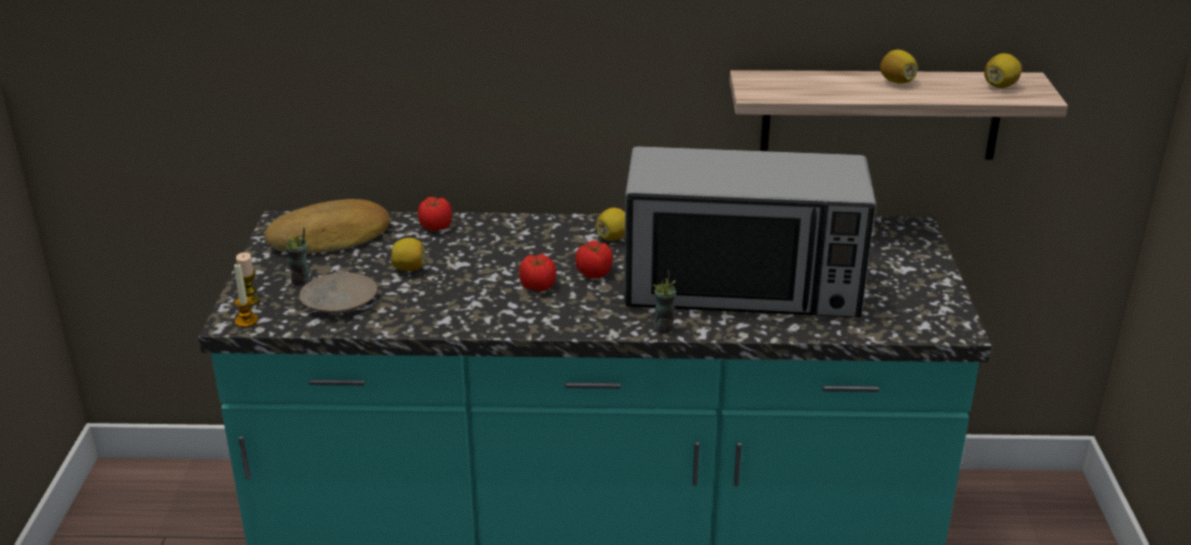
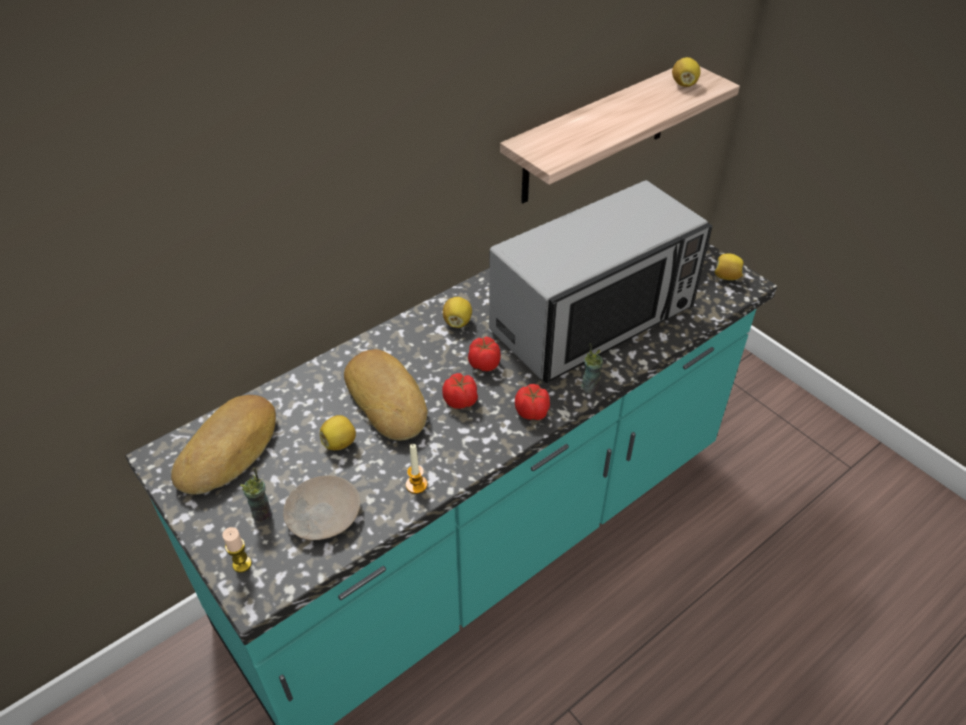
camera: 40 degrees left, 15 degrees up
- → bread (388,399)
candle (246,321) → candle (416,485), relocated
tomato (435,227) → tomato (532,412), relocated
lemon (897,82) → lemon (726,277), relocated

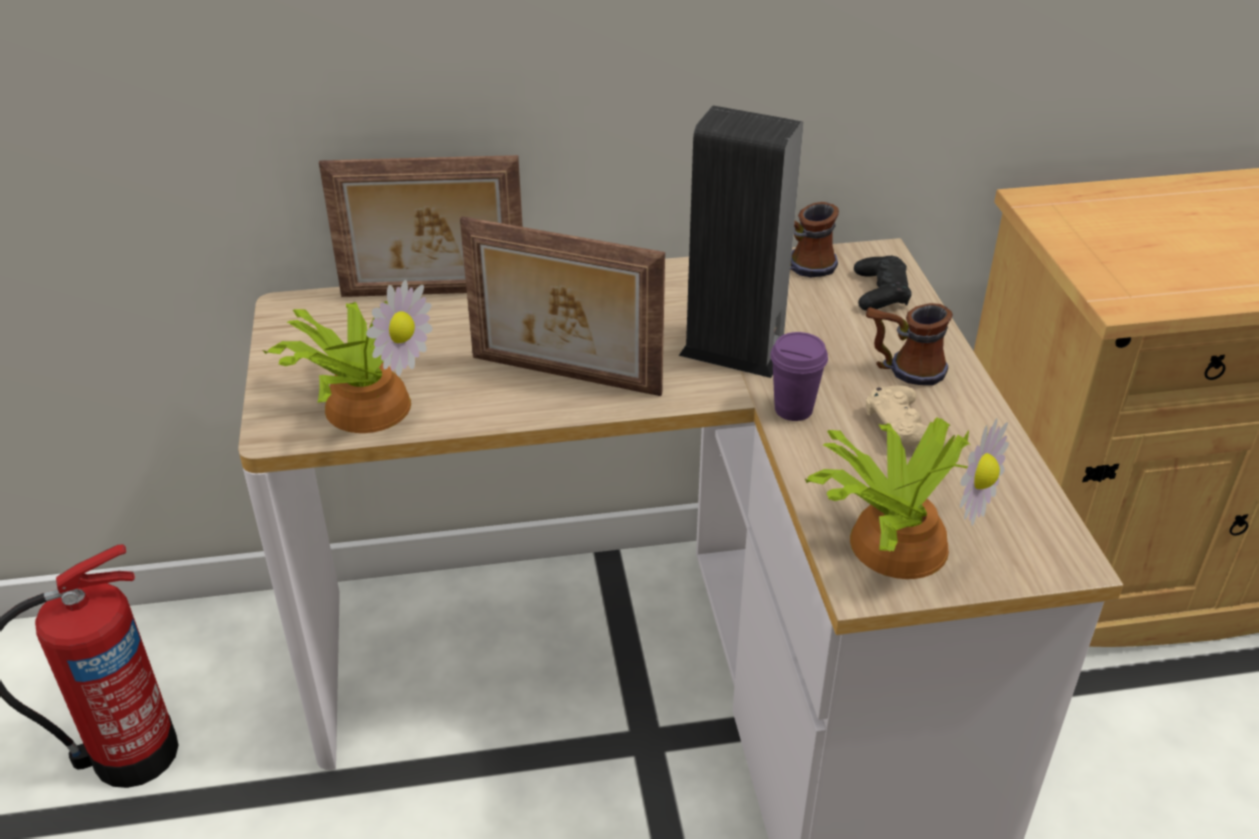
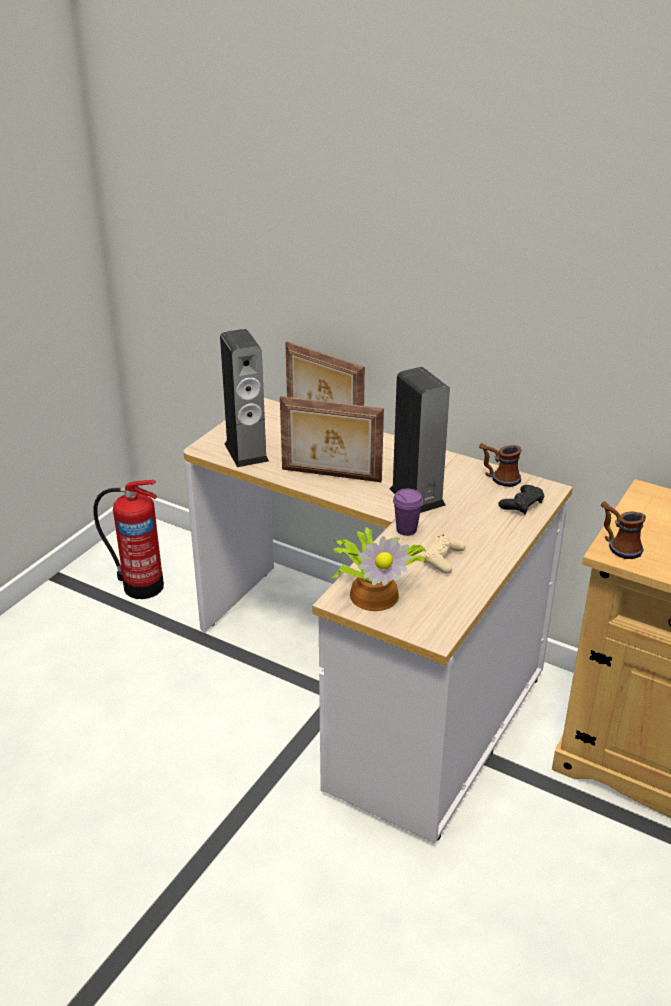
camera: 40 degrees right, 5 degrees down
potted plant (366,402) → speaker (246,452)
picture frame (564,377) → picture frame (331,476), 45 degrees counterclockwise
mug (902,369) → mug (618,546), relocated

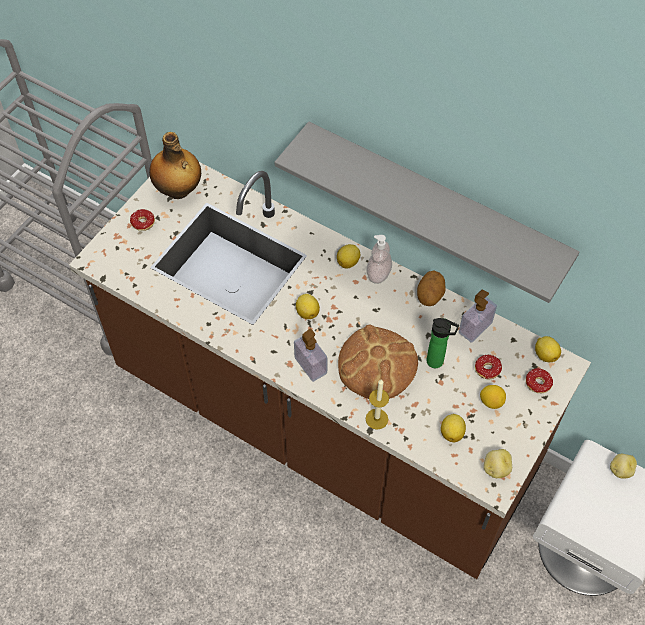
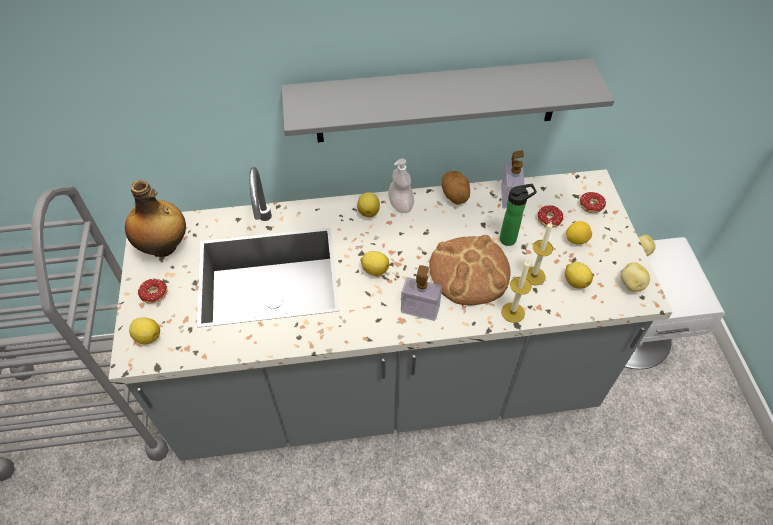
camera: 40 degrees left, 5 degrees down
brown counter (322,425) → grey counter (386,384)
lemon (545,354) → lemon (147,336), relocated
- → candle (534,276)

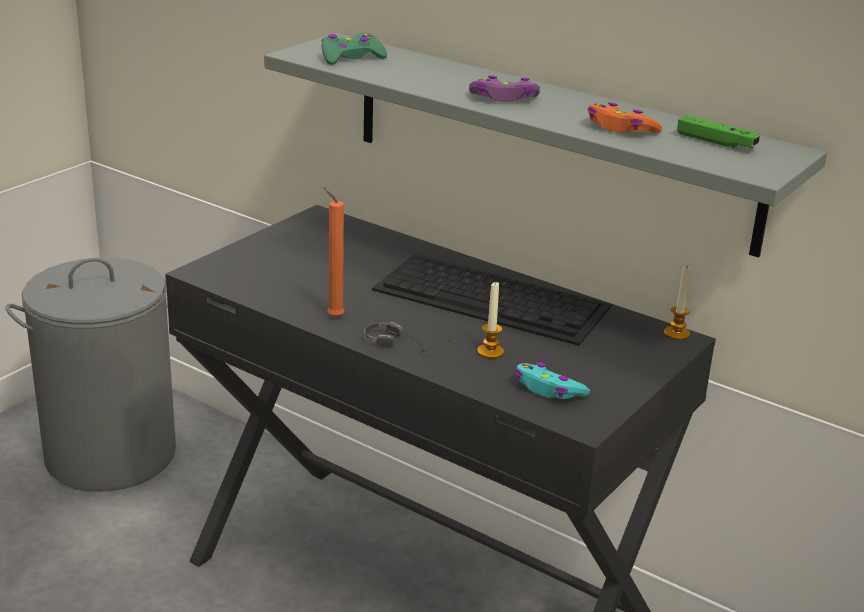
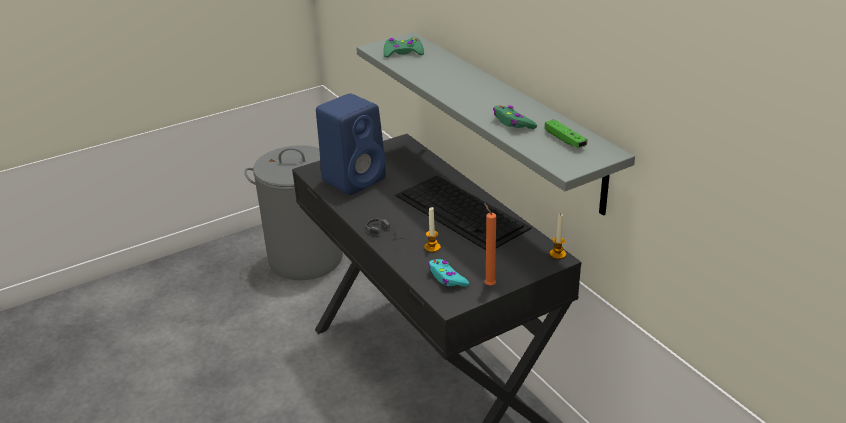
camera: 25 degrees right, 5 degrees up
- → blue speaker (355,179)
orange candle (333,316) → orange candle (488,284), relocated
orange game controller (620,129) → green game controller (513,123)
purple game controller (504,98) → -

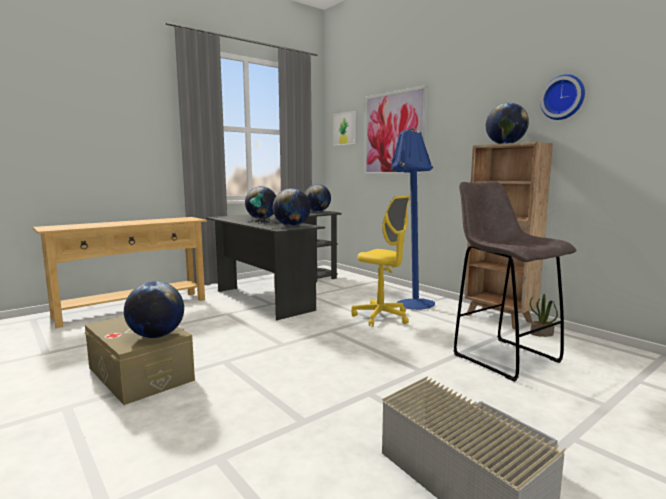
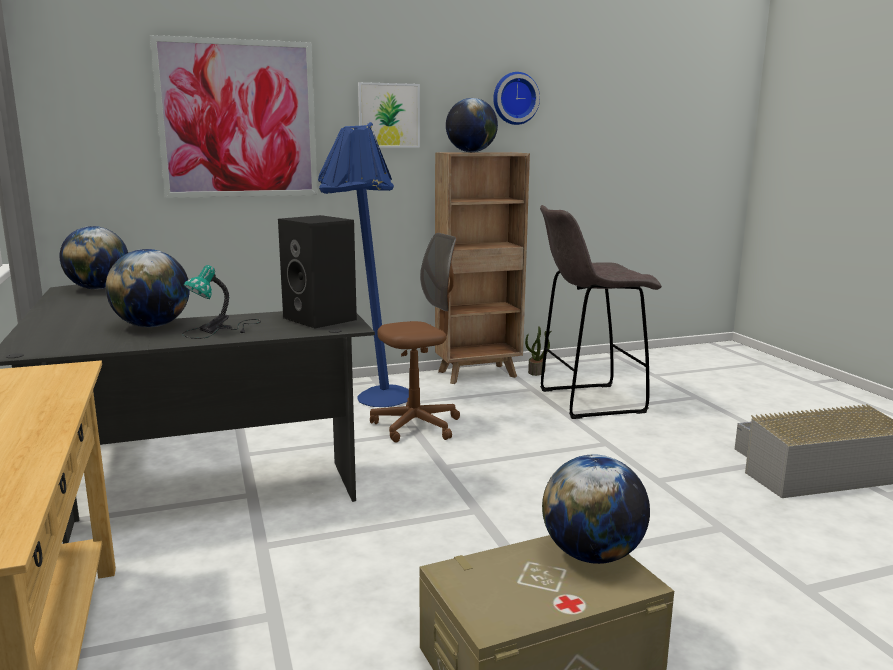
camera: 70 degrees left, 5 degrees up
globe (292,226) → black speaker (322,319)
picture (345,129) → picture (389,115), relocated
yellow office chair (381,317) → brown office chair (416,426)

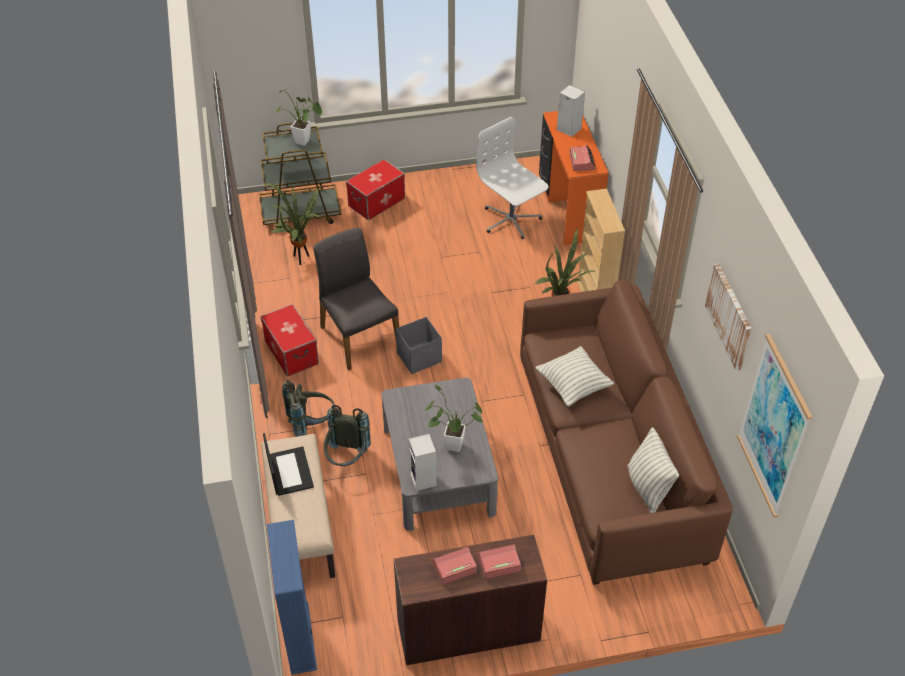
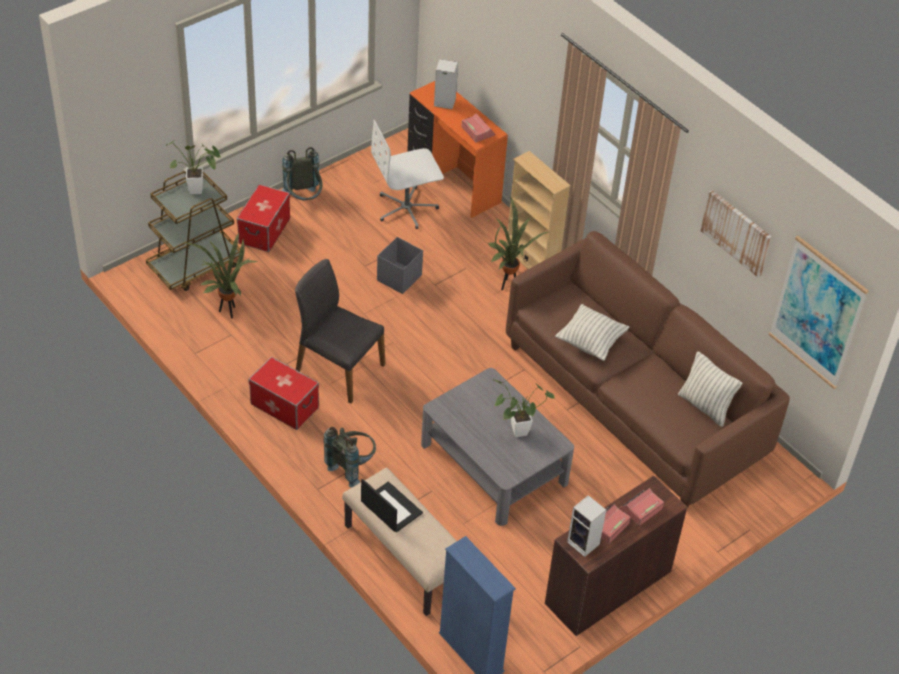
camera: 30 degrees left, 0 degrees up
grey backpack (347,459) → grey backpack (304,200), relocated
white office chair (511,220) → white office chair (407,208), 45 degrees counterclockwise
grey storage box (420,357) → grey storage box (400,277), relocated
speaker (424,480) → speaker (584,544), relocated

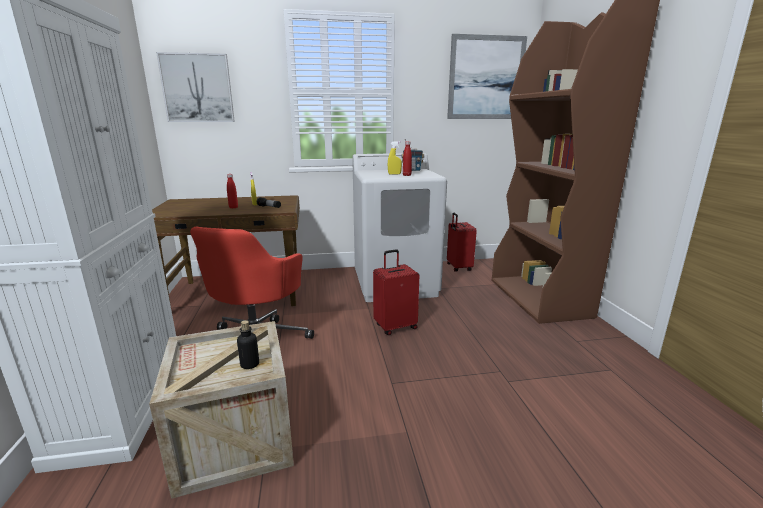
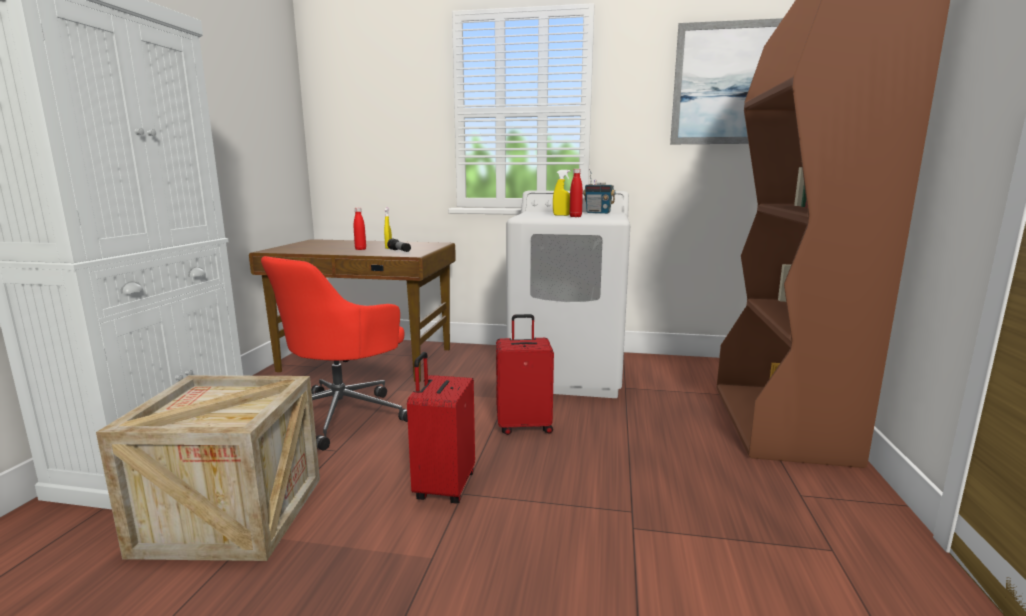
camera: 20 degrees right, 5 degrees down
red suitcase (458,267) → red suitcase (443,487), relocated
picture (197,88) → -
bottle (250,364) → -

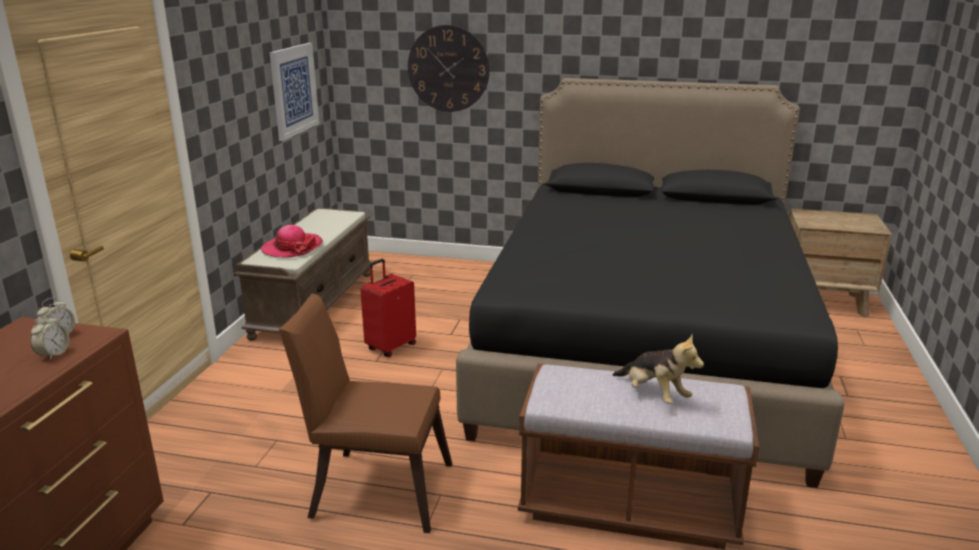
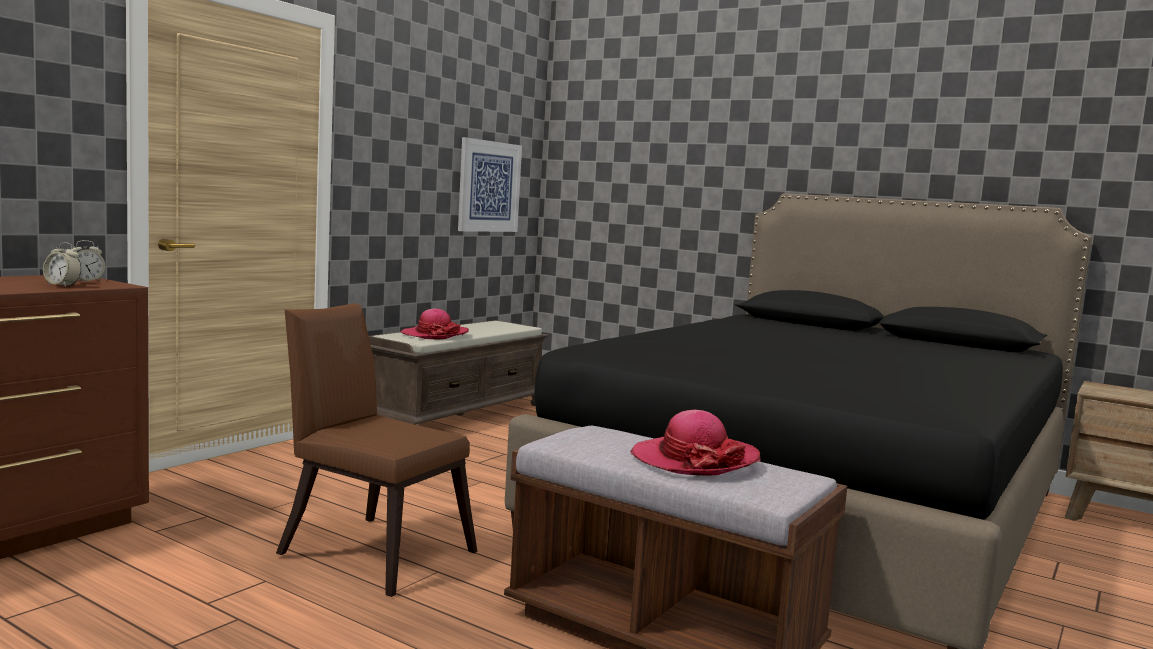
camera: 20 degrees right, 15 degrees down
alarm clock (53,354) → alarm clock (62,285), 75 degrees clockwise
plush toy (653,394) → hat (694,460)
red suitcase (390,347) → -
wall clock (448,68) → -

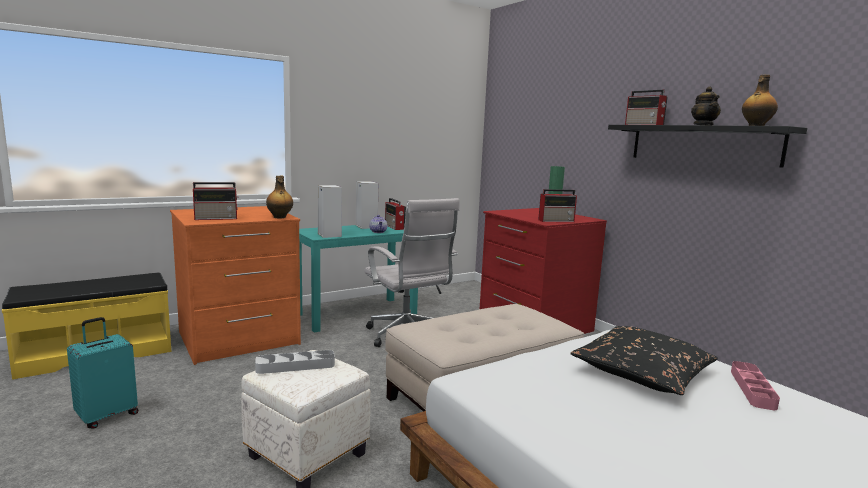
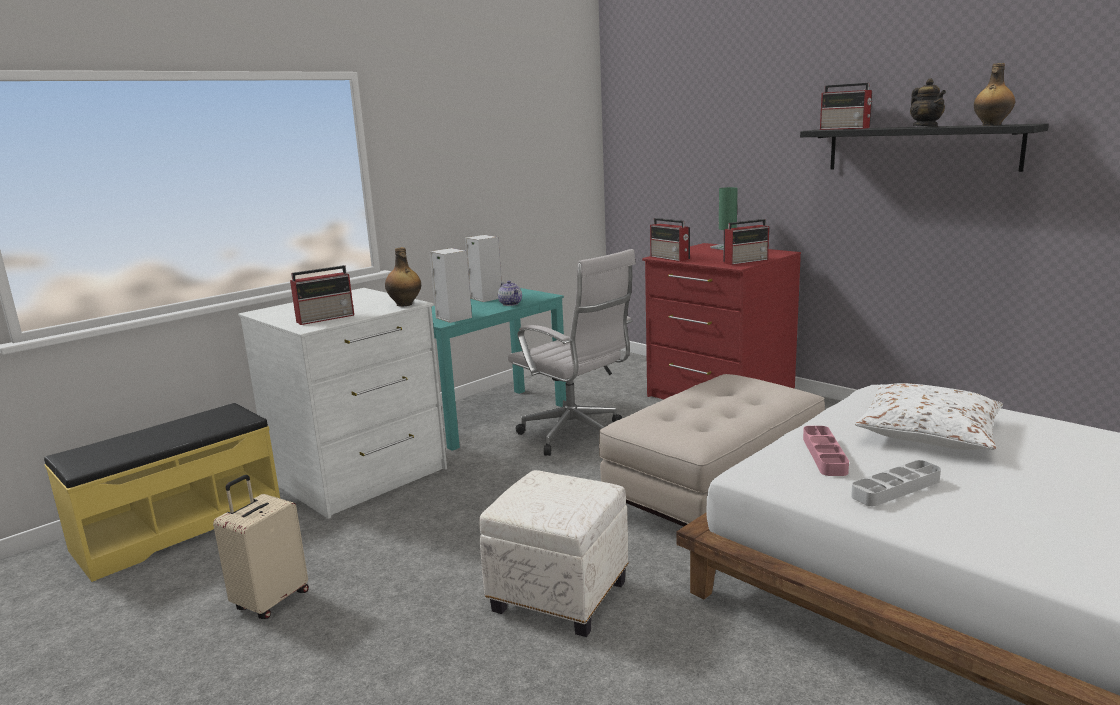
camera: 10 degrees left, 5 degrees up
turquoise suitcase (107,416) → beige suitcase (270,601)
orange dresser (239,339) → white dresser (359,475)
radio (394,227) → radio (670,258), relocated
pink tray (752,389) → pink tray (824,455), relocated
grey tray (295,366) → grey tray (896,488), relocated
black pillow (642,372) → white pillow (929,432)

